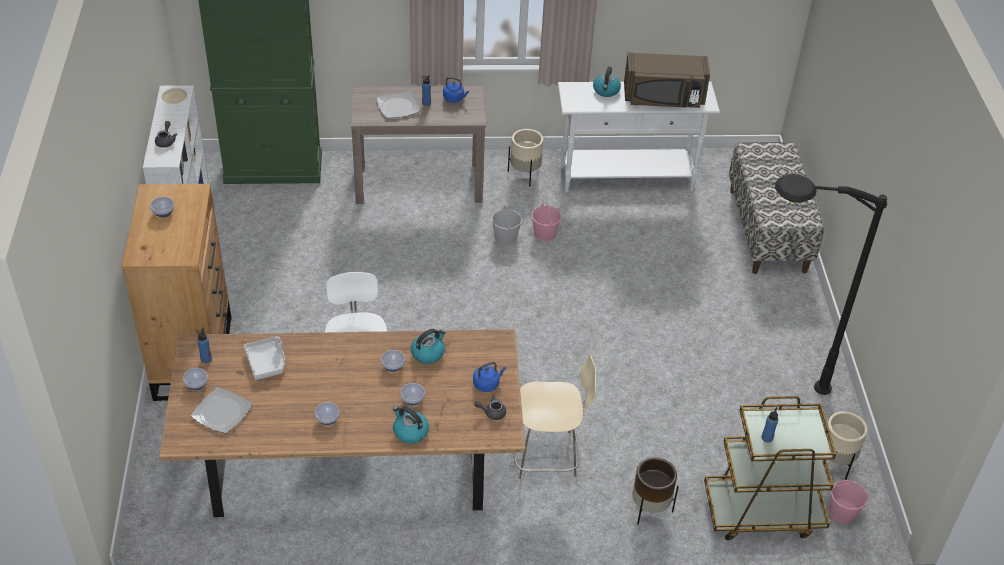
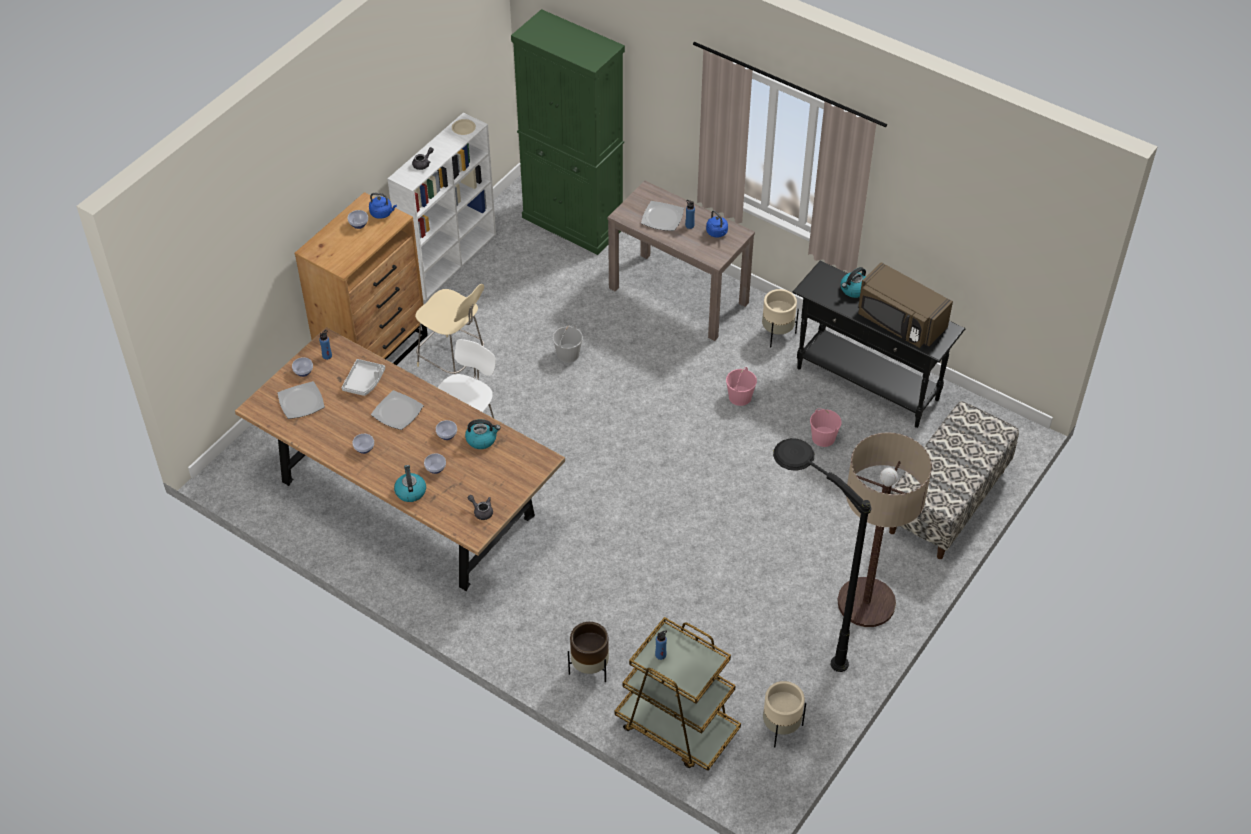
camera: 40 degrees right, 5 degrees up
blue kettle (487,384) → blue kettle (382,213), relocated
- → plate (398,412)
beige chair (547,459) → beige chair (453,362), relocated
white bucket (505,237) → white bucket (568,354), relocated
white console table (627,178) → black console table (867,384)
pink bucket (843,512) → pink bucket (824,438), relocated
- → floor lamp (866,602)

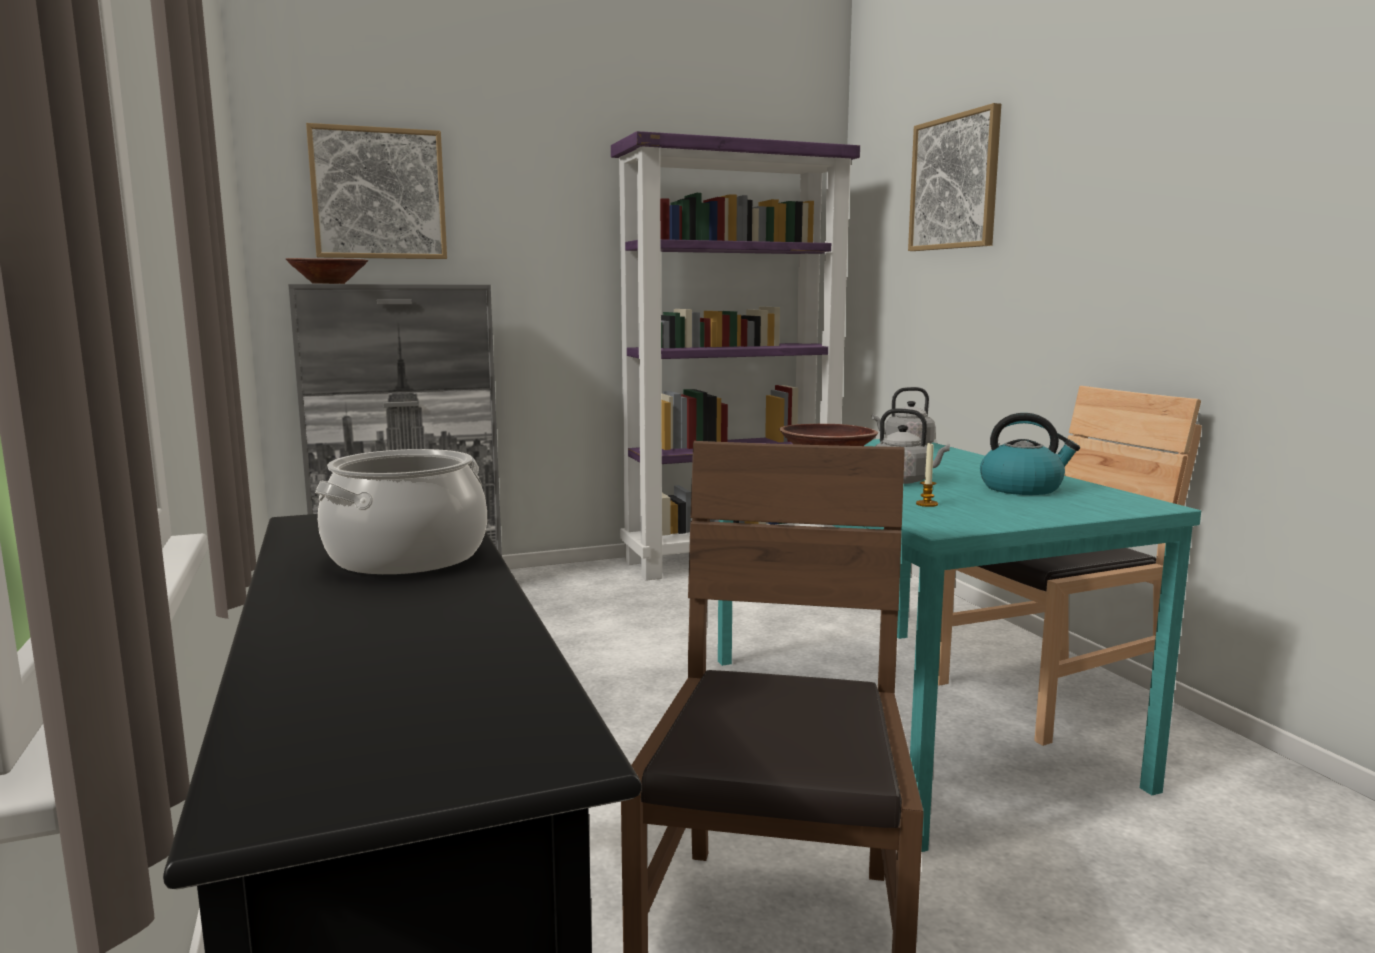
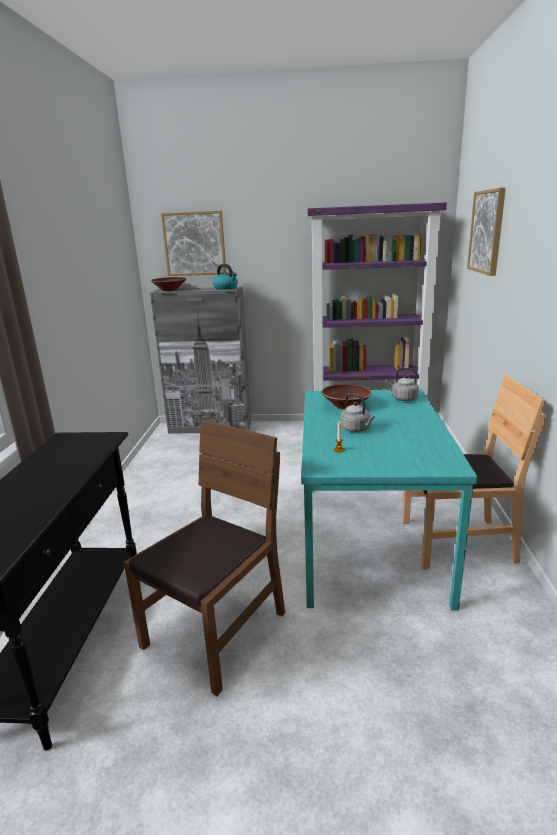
camera: 25 degrees right, 10 degrees up
kettle (1022,488) → kettle (226,288), relocated
cooking pot (406,556) → -

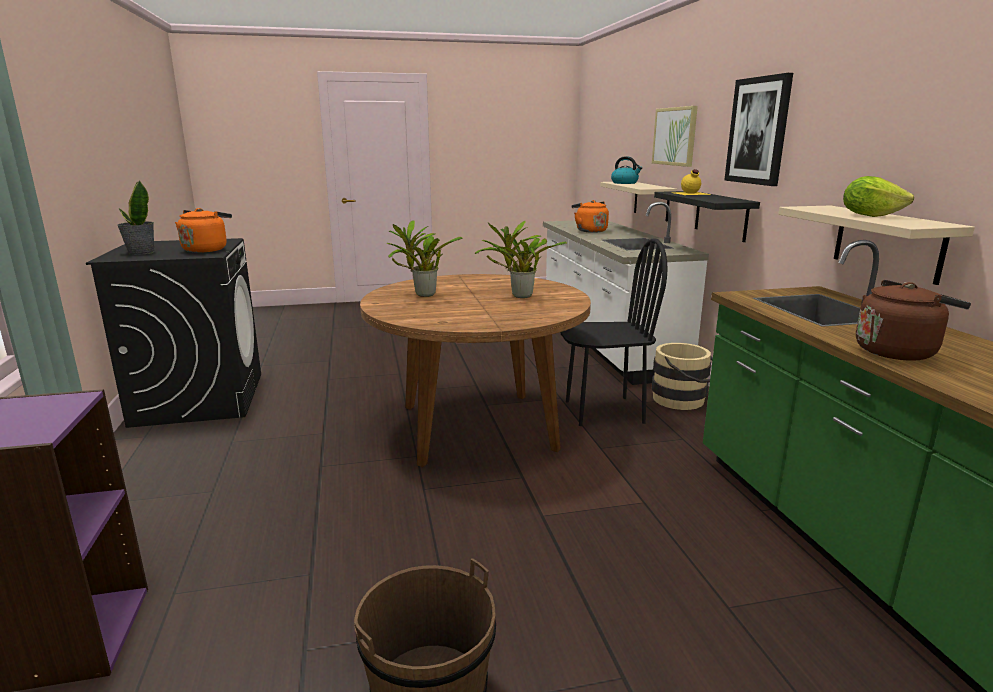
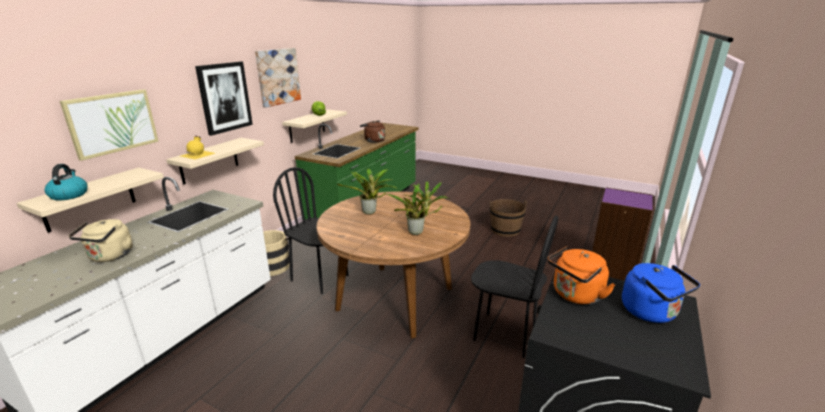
camera: 140 degrees left, 5 degrees up
orange kettle (589,231) → beige kettle (110,256)
black shelf (721,215) → beige shelf (209,160)
- → picture (278,76)
- → black chair (504,334)
potted plant (141,252) → blue kettle (651,312)

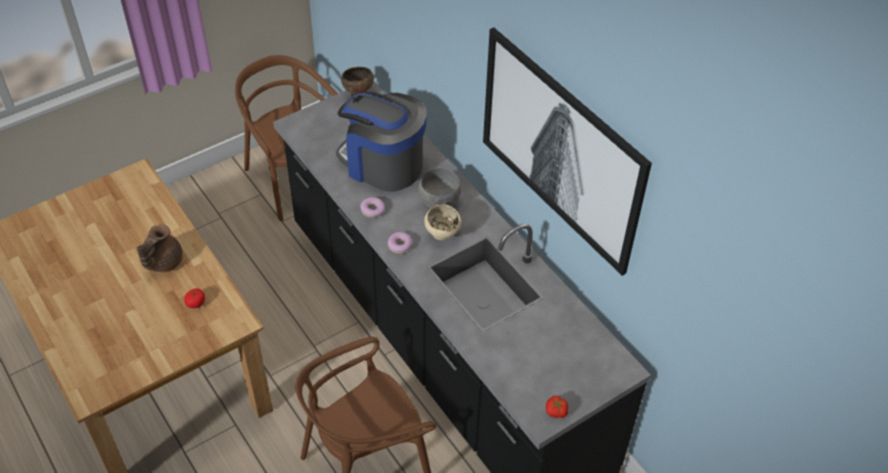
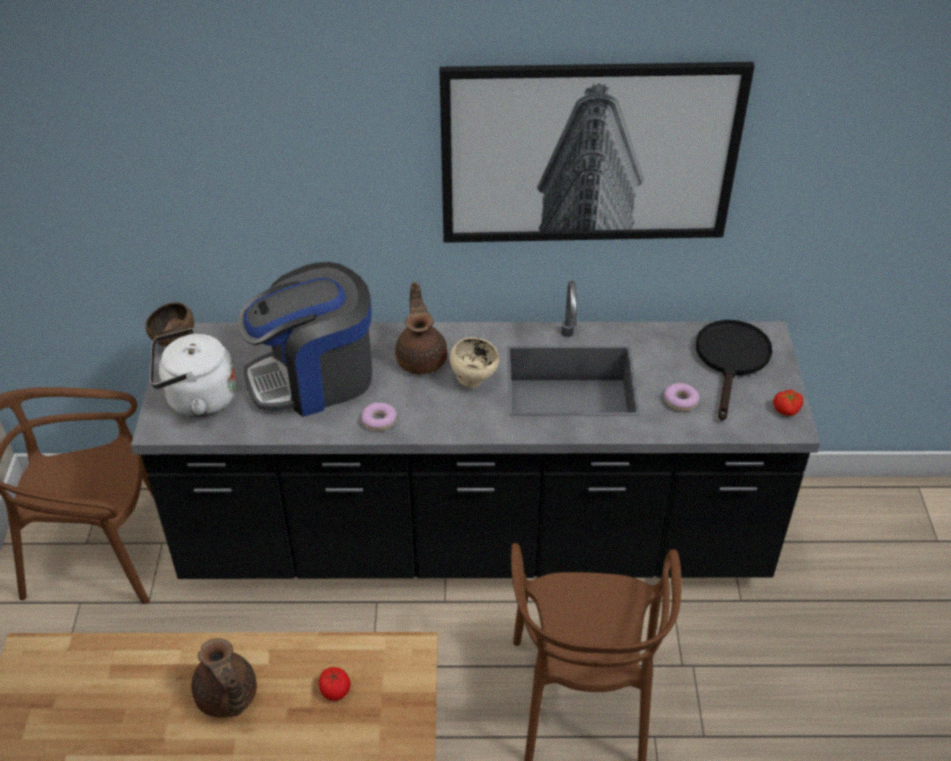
camera: 55 degrees left, 5 degrees down
- → white kettle (197,399)
grey bowl (440,202) → brown teapot (422,358)
donut (400,245) → donut (680,401), relocated
- → black frying pan (731,360)

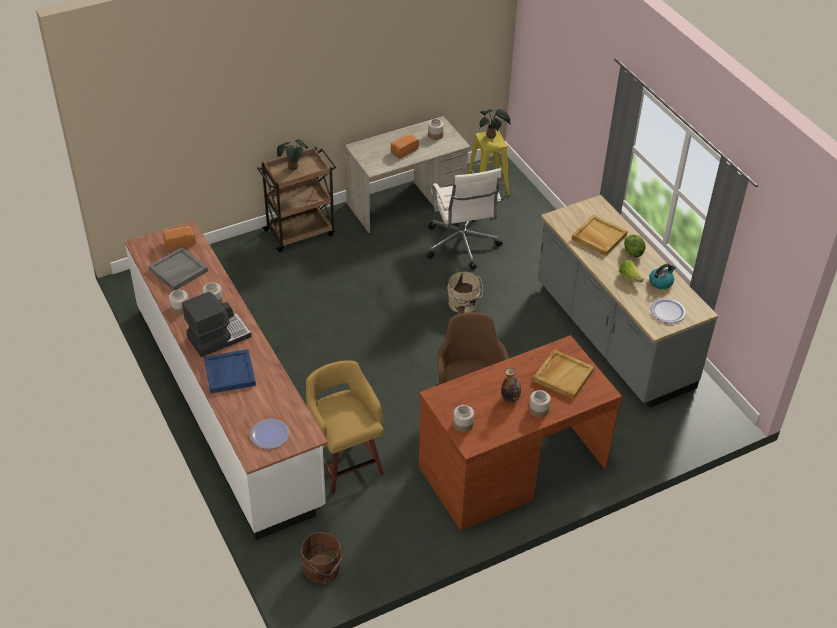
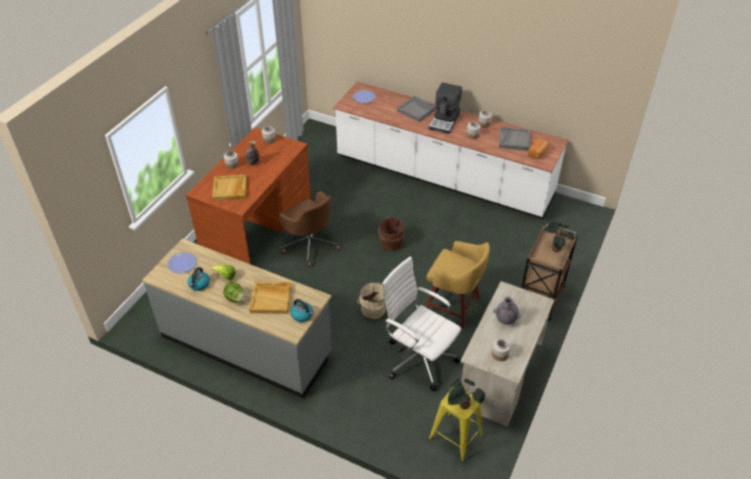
camera: 145 degrees right, 0 degrees up
- → kettle (302,315)
brown bucket (323,570) → brown bucket (390,243), relocated
blue tray (229,373) → grey tray (417,110)
yellow stool (345,461) → yellow stool (454,306), relocated
bread (403,151) → grey vase (505,321)

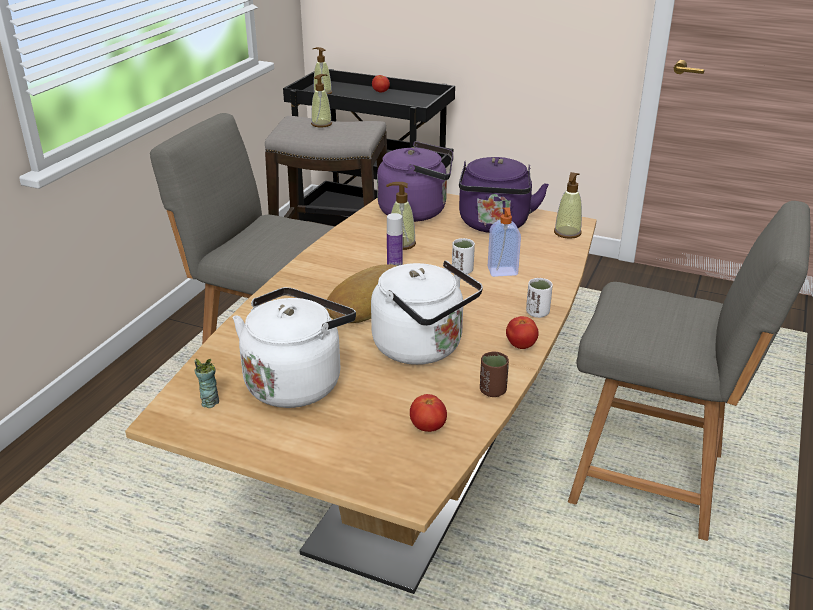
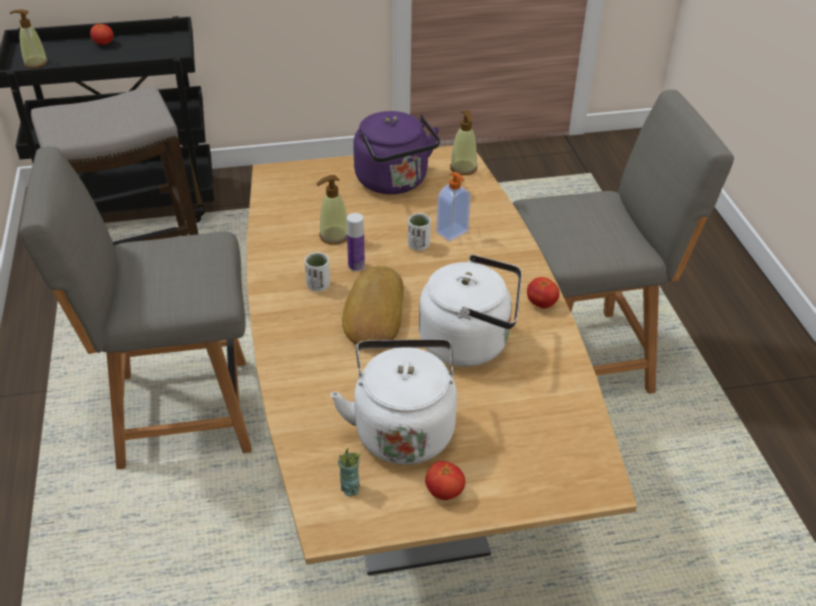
camera: 35 degrees left, 10 degrees up
white cup (537,313) → white cup (318,286), relocated
tomato (428,427) → tomato (444,492), relocated
soap dispenser (321,124) → -
purple kettle (417,211) → -
brown cup (492,391) → -

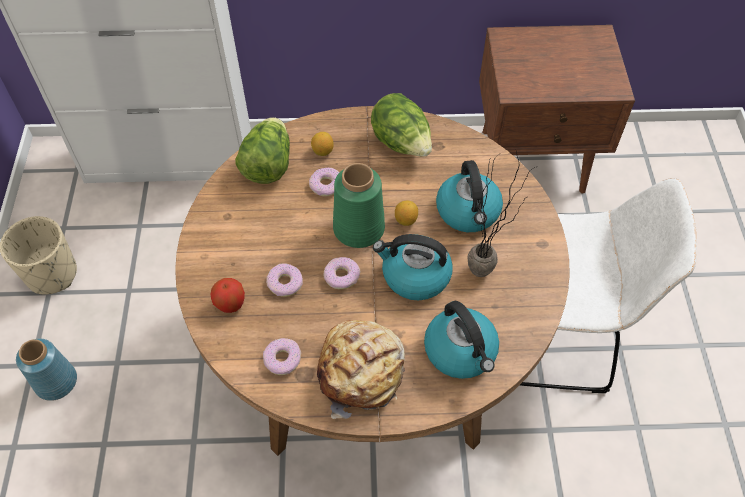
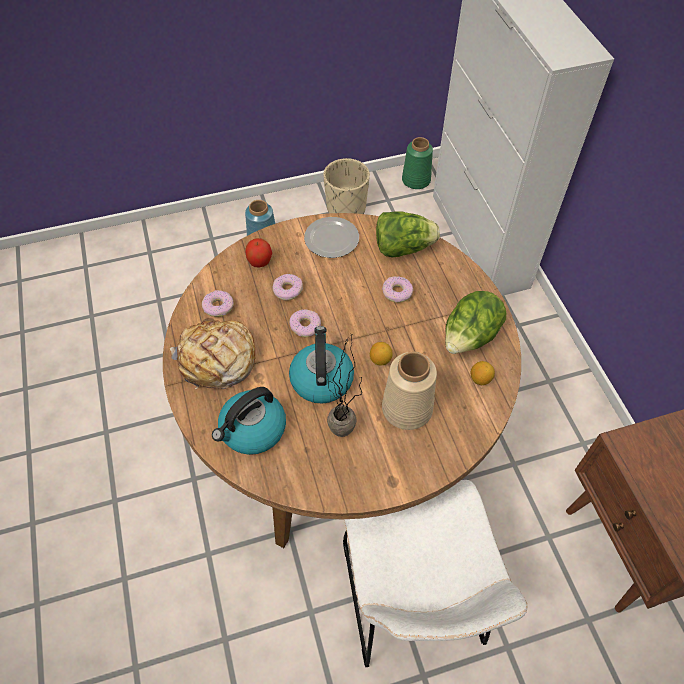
camera: 75 degrees right, 0 degrees up
- → plate (331,238)
kettle (468,212) → beige vase (408,409)
green vase (358,227) → green vase (416,180), relocated
lemon (322,151) → lemon (480,379), relocated

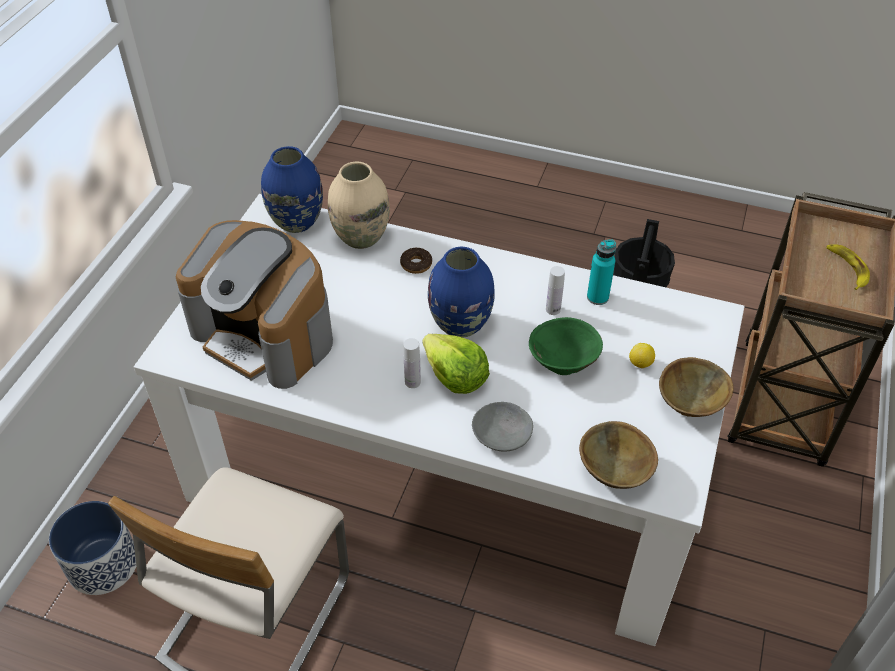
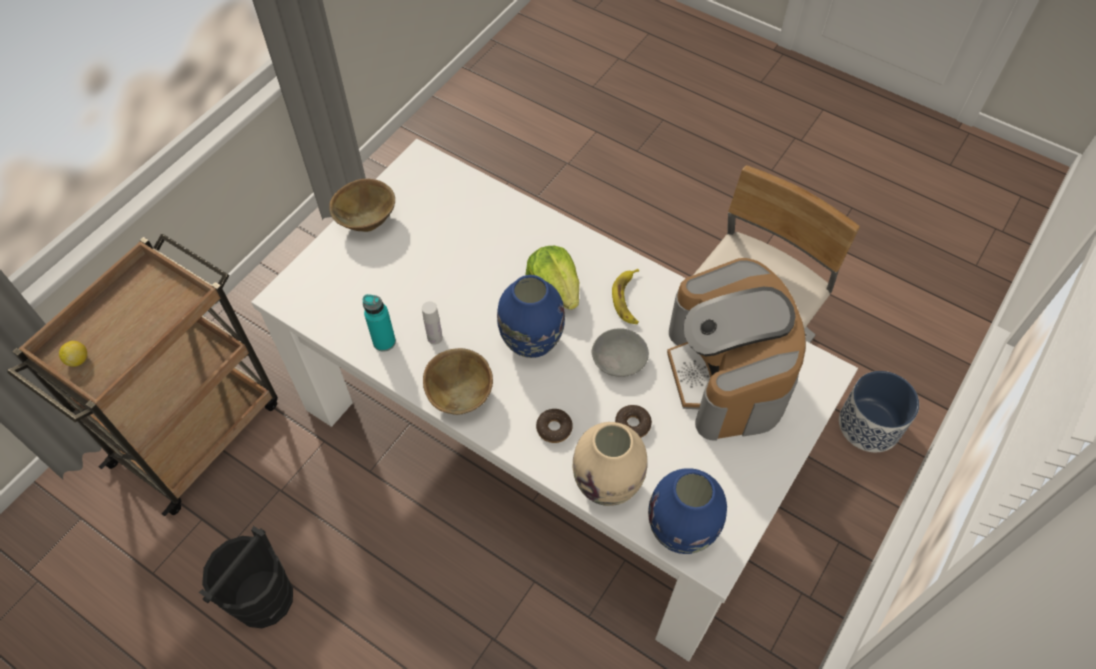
camera: 165 degrees left, 10 degrees up
lemon (640,364) → lemon (78,359), relocated
brown bowl (614,473) → brown bowl (460,394), relocated
grey bowl (502,434) → grey bowl (618,359), relocated
banana (847,268) → banana (628,299), relocated
- → donut (632,424)
coffee machine (265,334) → coffee machine (727,374), 150 degrees counterclockwise
white bottle (412,382) → -
green bowl (563,363) → -

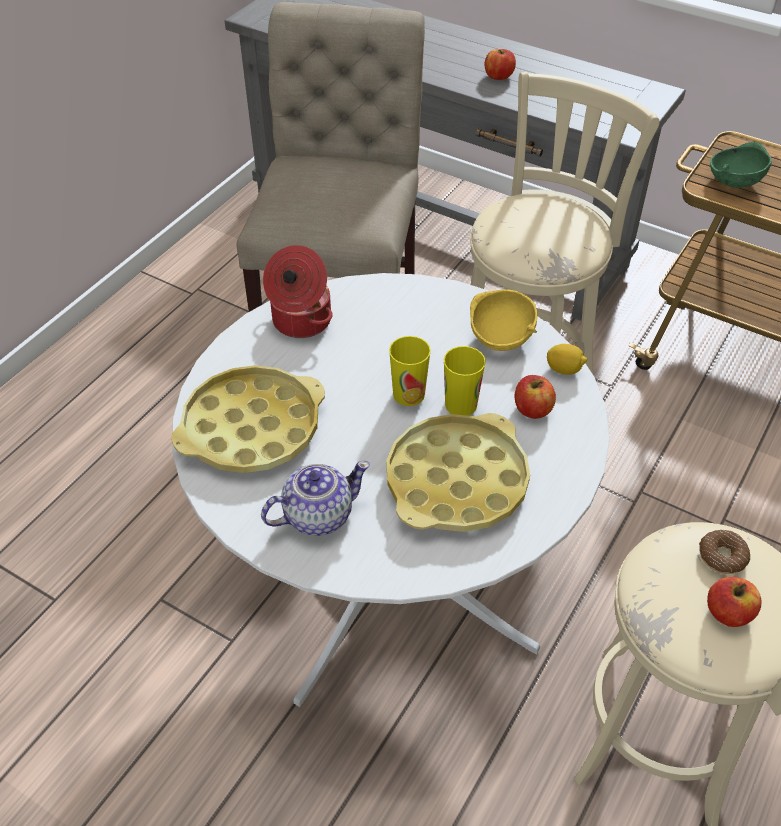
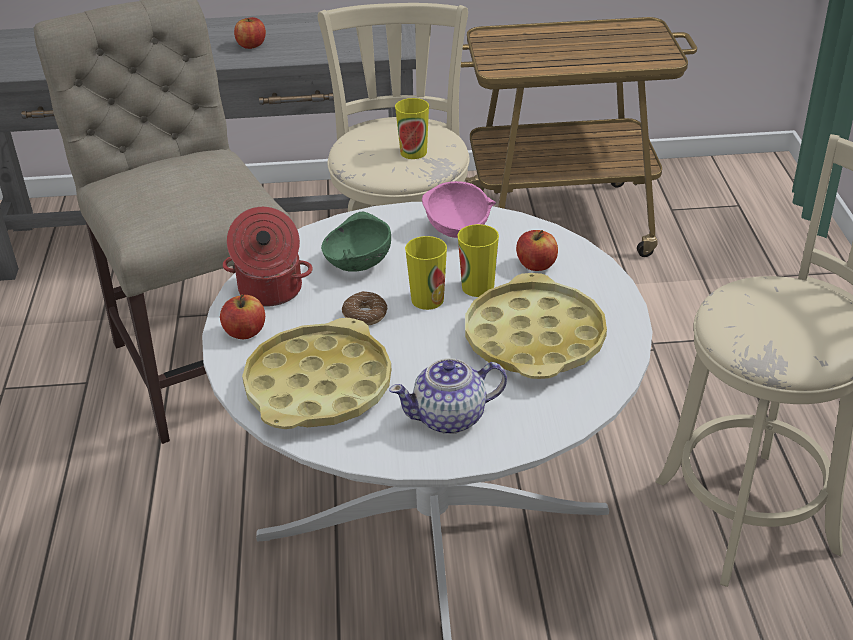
camera: 35 degrees left, 10 degrees down
apple (728,613) → apple (245,332), relocated
green bowl (733,182) → green bowl (357,264), relocated
donut (722,556) → donut (365,315), relocated
teapot (317,515) → teapot (450,417), 135 degrees counterclockwise
- → cup (413,152)
yellow bowl (501,339) → pink bowl (458,230)
lemon (564,369) → -

